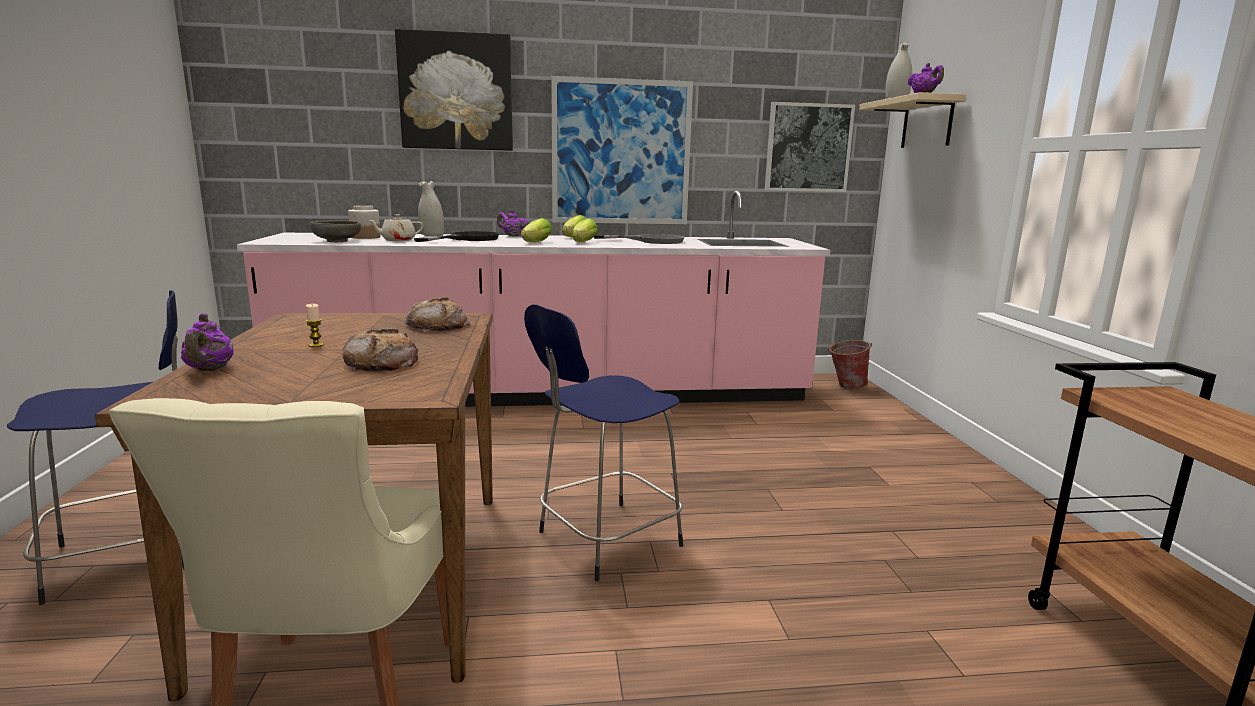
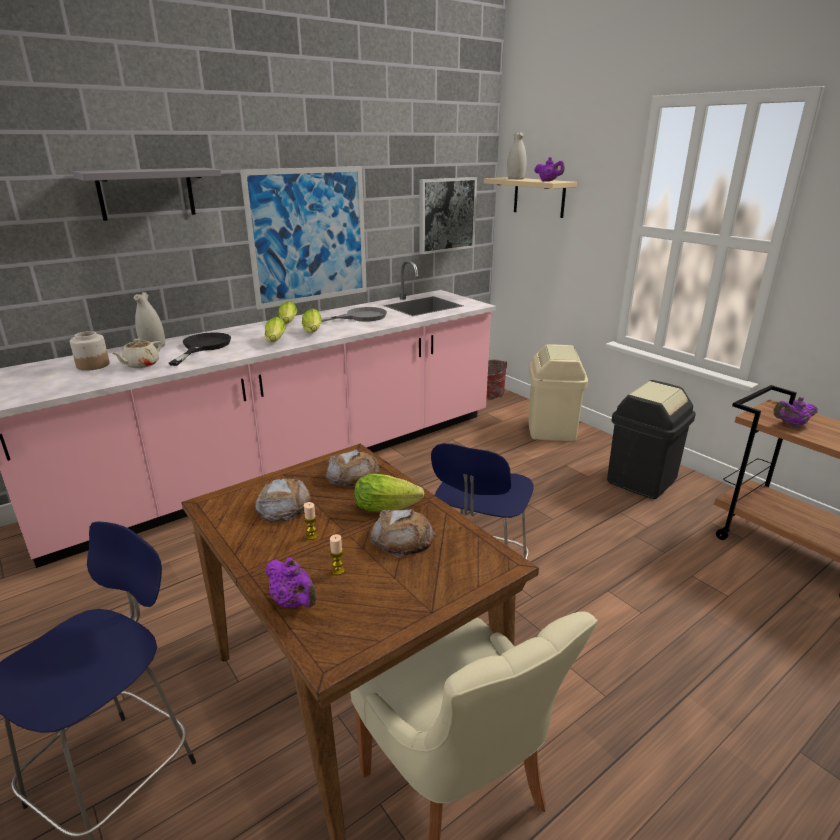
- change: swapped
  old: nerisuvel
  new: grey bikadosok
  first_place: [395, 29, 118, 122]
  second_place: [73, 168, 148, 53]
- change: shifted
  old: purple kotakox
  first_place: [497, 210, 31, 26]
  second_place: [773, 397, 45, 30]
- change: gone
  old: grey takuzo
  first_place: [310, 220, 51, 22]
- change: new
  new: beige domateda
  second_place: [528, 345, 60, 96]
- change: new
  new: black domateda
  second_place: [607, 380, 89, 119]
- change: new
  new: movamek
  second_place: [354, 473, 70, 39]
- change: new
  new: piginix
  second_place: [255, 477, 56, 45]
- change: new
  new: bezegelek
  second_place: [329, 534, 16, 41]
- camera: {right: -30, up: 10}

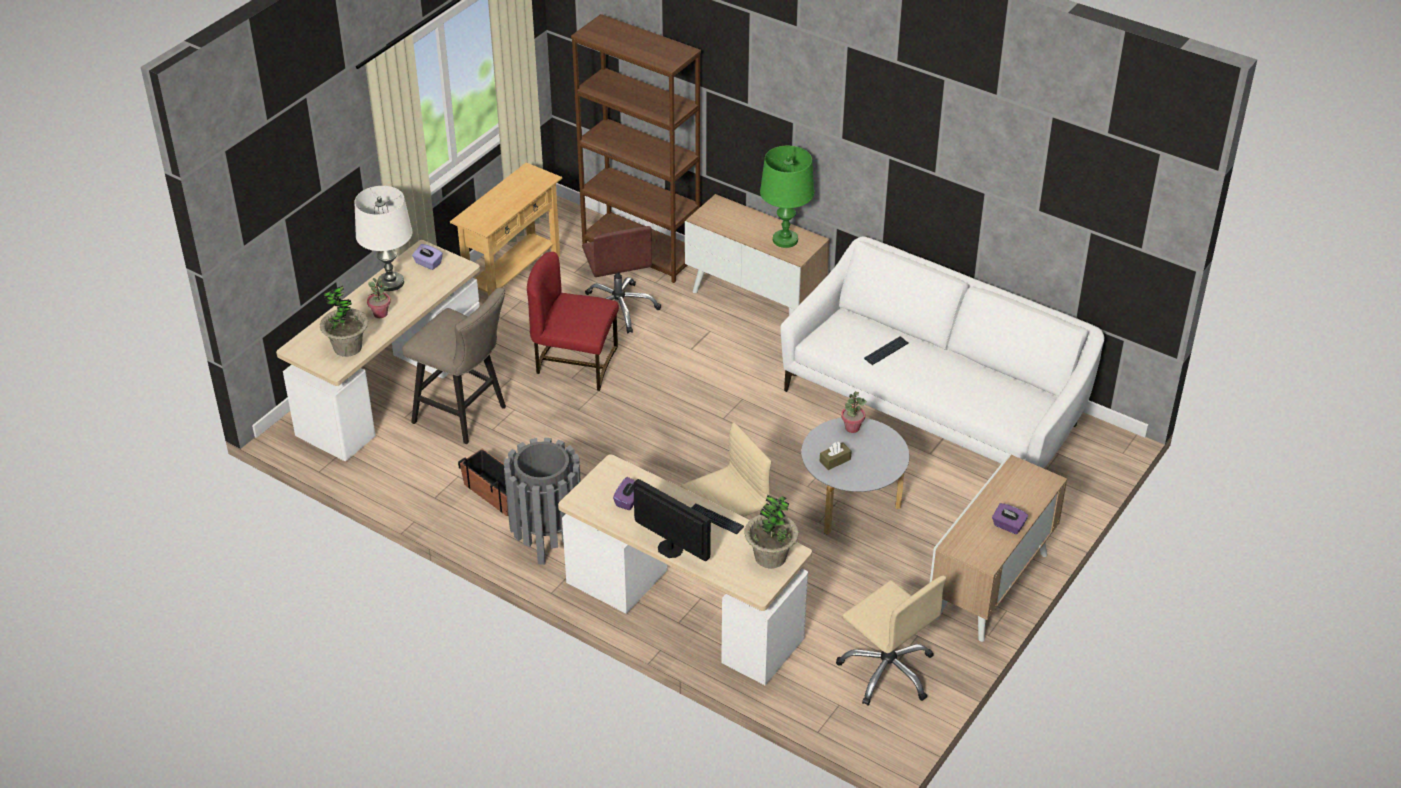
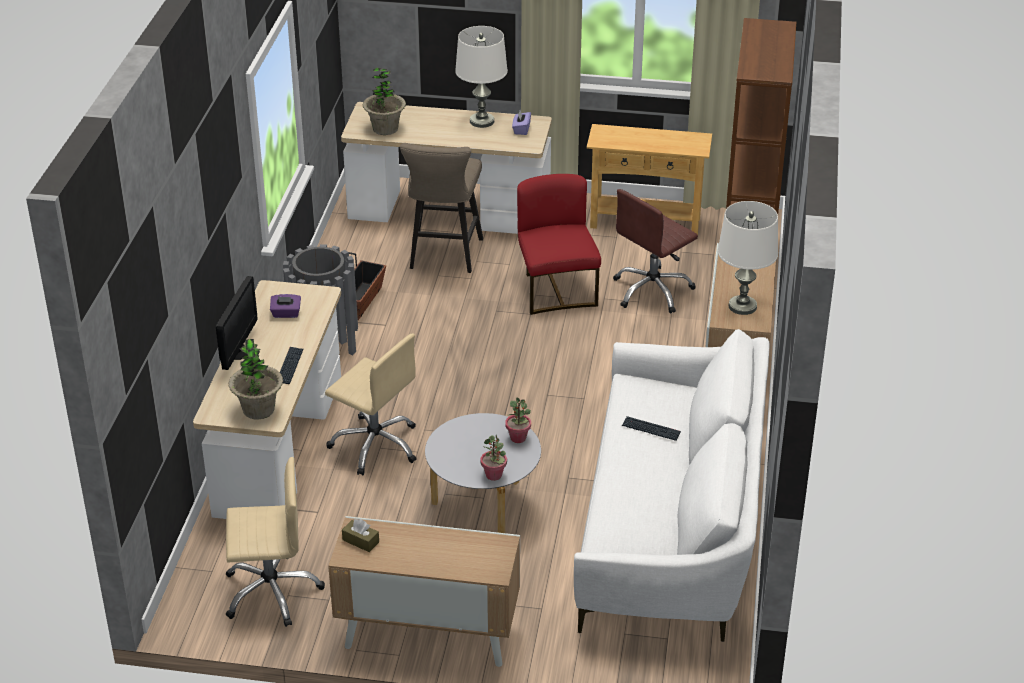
- change: repainted
  old: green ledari
  new: white ledari
  first_place: [760, 146, 54, 102]
  second_place: [718, 201, 60, 114]
- change: shifted
  old: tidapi
  first_place: [367, 278, 24, 40]
  second_place: [480, 435, 27, 46]
- change: shifted
  old: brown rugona
  first_place: [820, 442, 32, 28]
  second_place: [342, 519, 37, 33]
- change: gone
  old: purple rugona
  first_place: [992, 503, 36, 31]
- change: rotated
  old: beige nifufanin
  first_place: [836, 576, 110, 130]
  second_place: [226, 457, 99, 170]
  degrees: -120
- camera: {right: 65, up: -5}

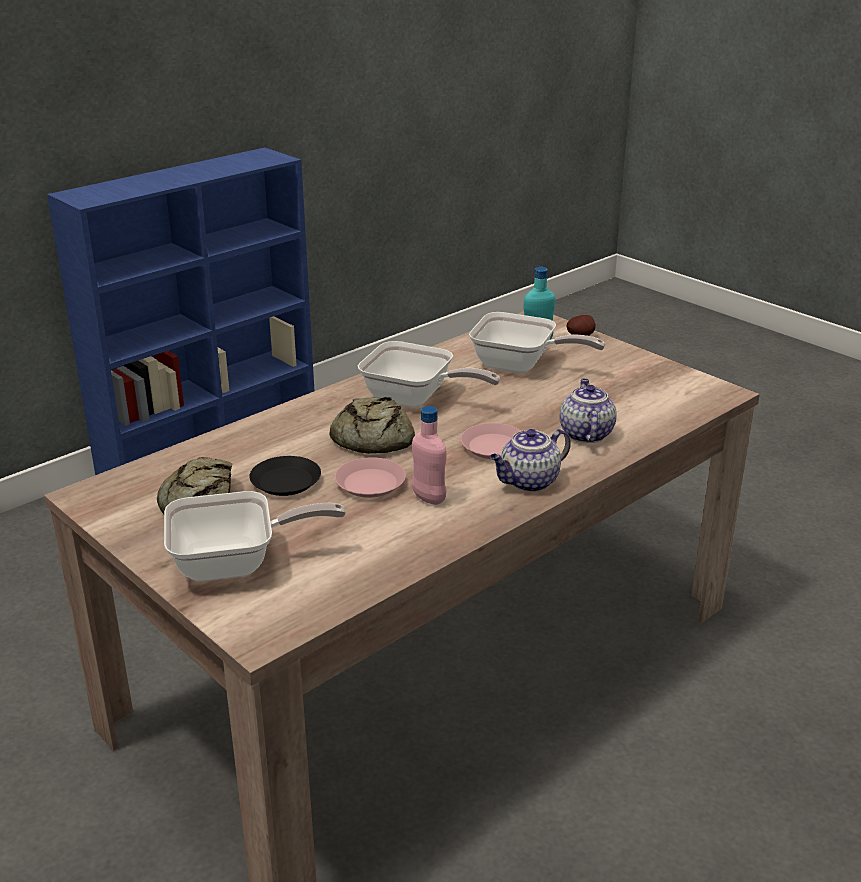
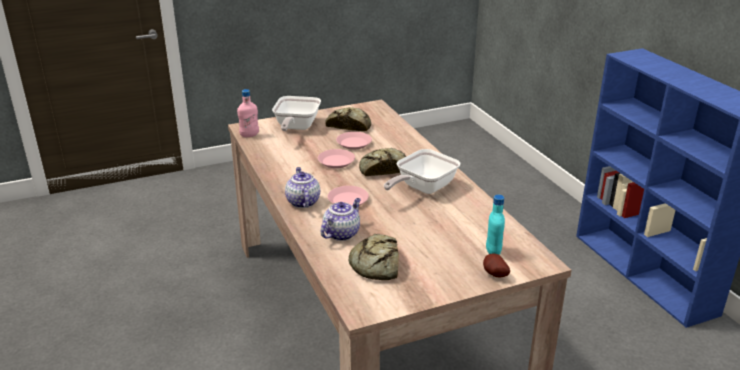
- change: gone
  old: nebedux
  first_place: [469, 312, 136, 61]
- change: rotated
  old: kotakox
  first_place: [560, 379, 57, 64]
  second_place: [321, 198, 40, 43]
  degrees: -75
- change: shifted
  old: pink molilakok
  first_place: [412, 406, 35, 99]
  second_place: [237, 89, 22, 48]
- change: repainted
  old: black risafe
  new: pink risafe
  first_place: [249, 456, 72, 40]
  second_place: [336, 132, 36, 17]
- change: new
  new: piginix
  second_place: [349, 234, 50, 46]
- camera: {right: 110, up: 0}

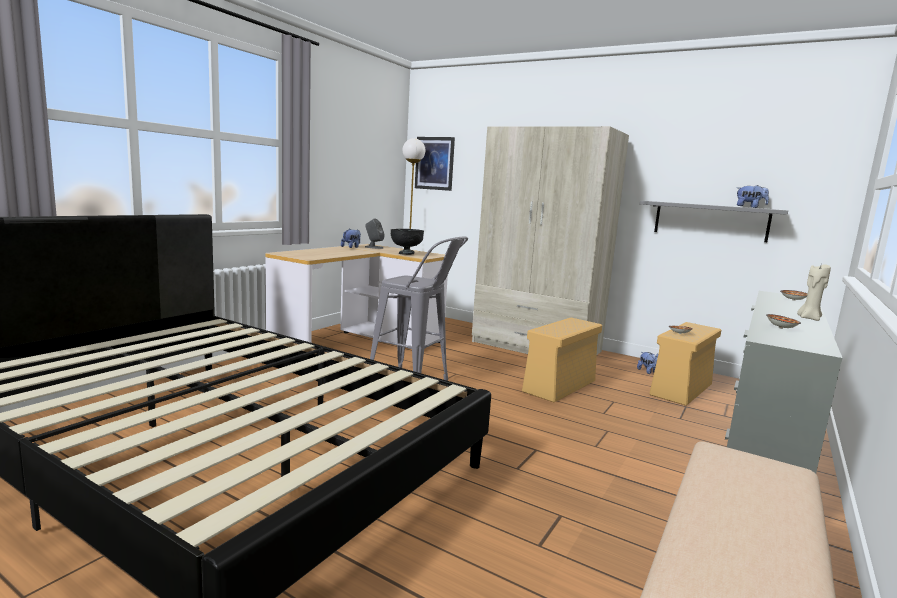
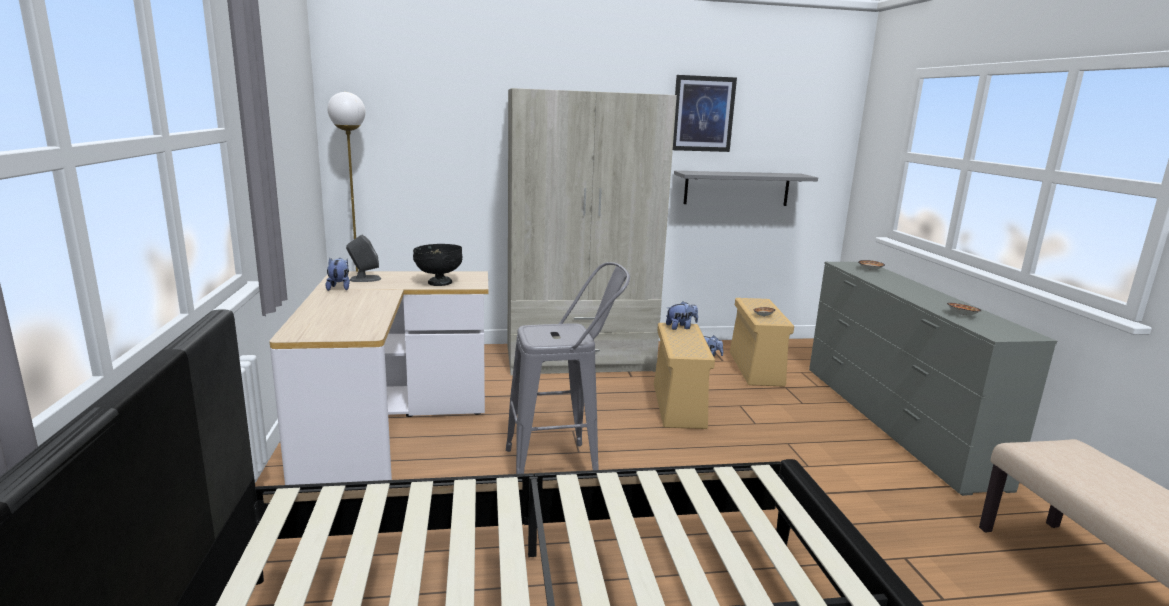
- change: shifted
  old: nerisuvel
  first_place: [415, 137, 40, 54]
  second_place: [673, 75, 64, 77]
- change: shifted
  old: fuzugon
  first_place: [737, 185, 32, 23]
  second_place: [666, 301, 32, 29]
- change: gone
  old: beige bezegelek
  first_place: [797, 264, 34, 57]
- camera: {right: -40, up: 5}

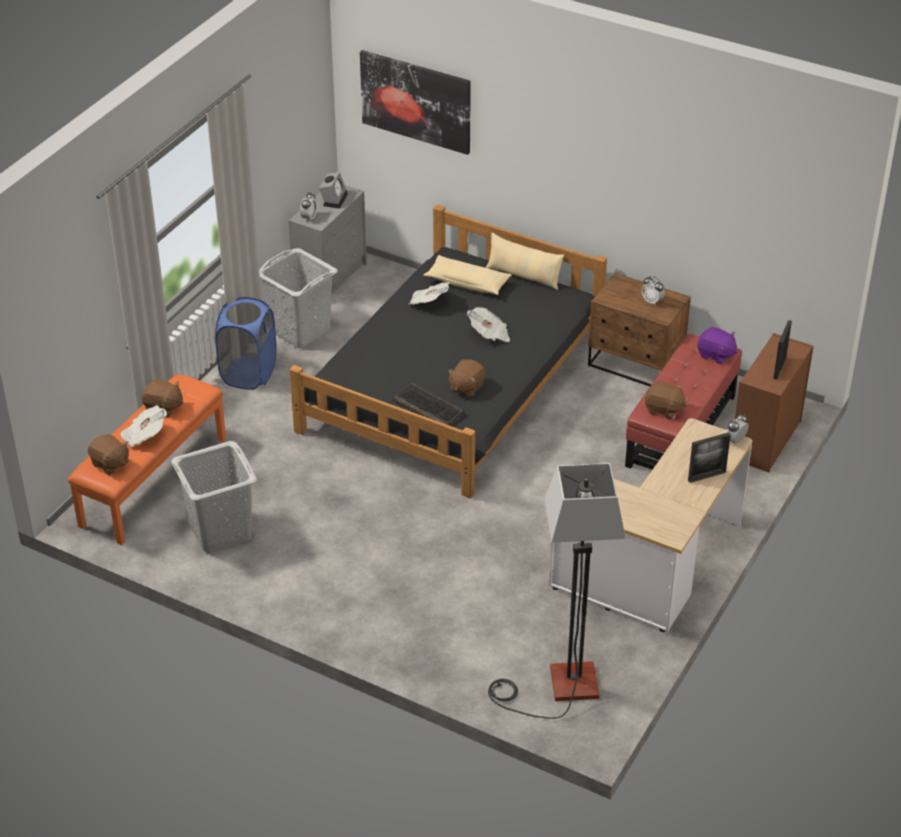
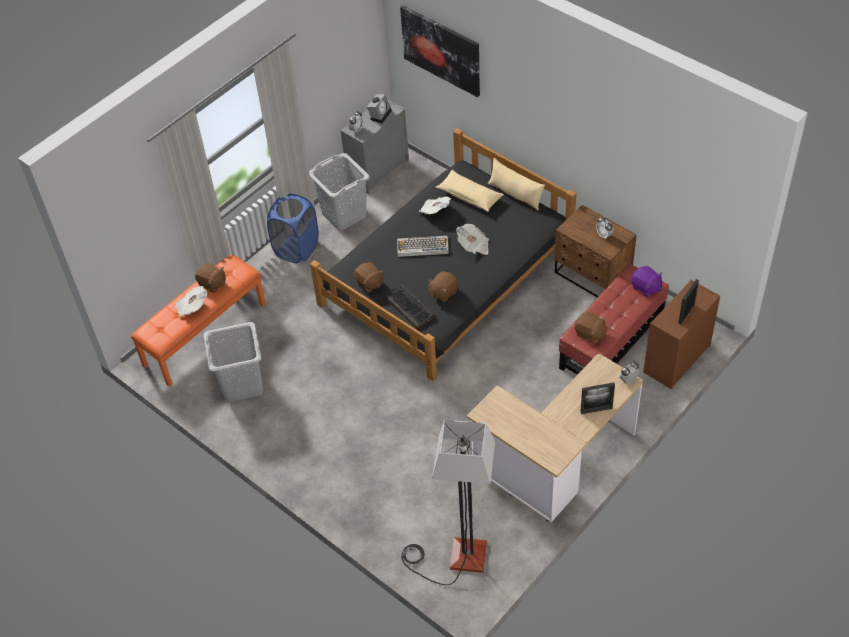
- change: shifted
  old: brown fuzugon
  first_place: [88, 434, 41, 41]
  second_place: [354, 262, 29, 31]
- change: new
  new: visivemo
  second_place: [397, 236, 52, 21]
- camera: {right: 15, up: 10}

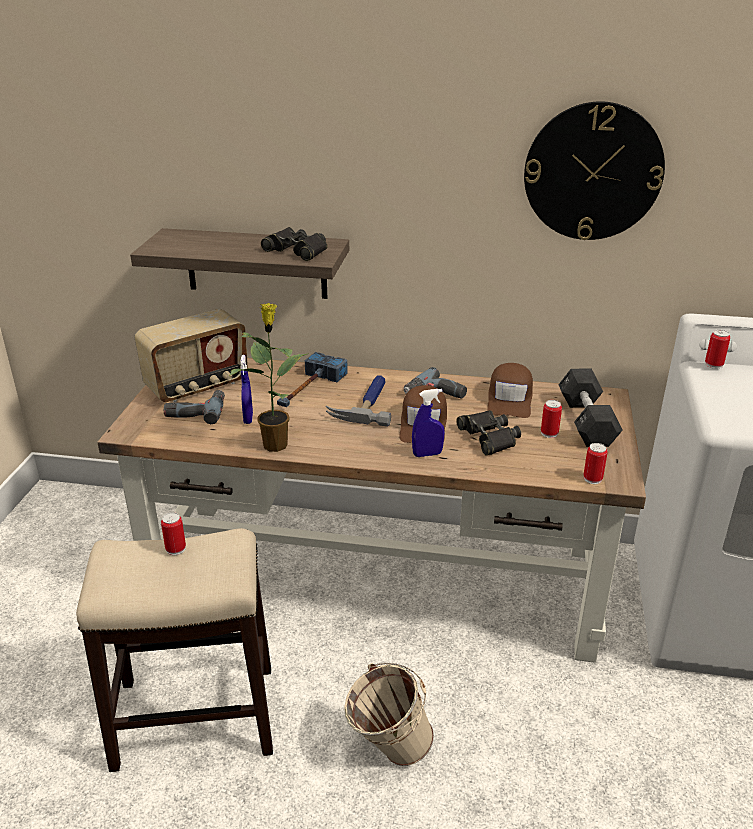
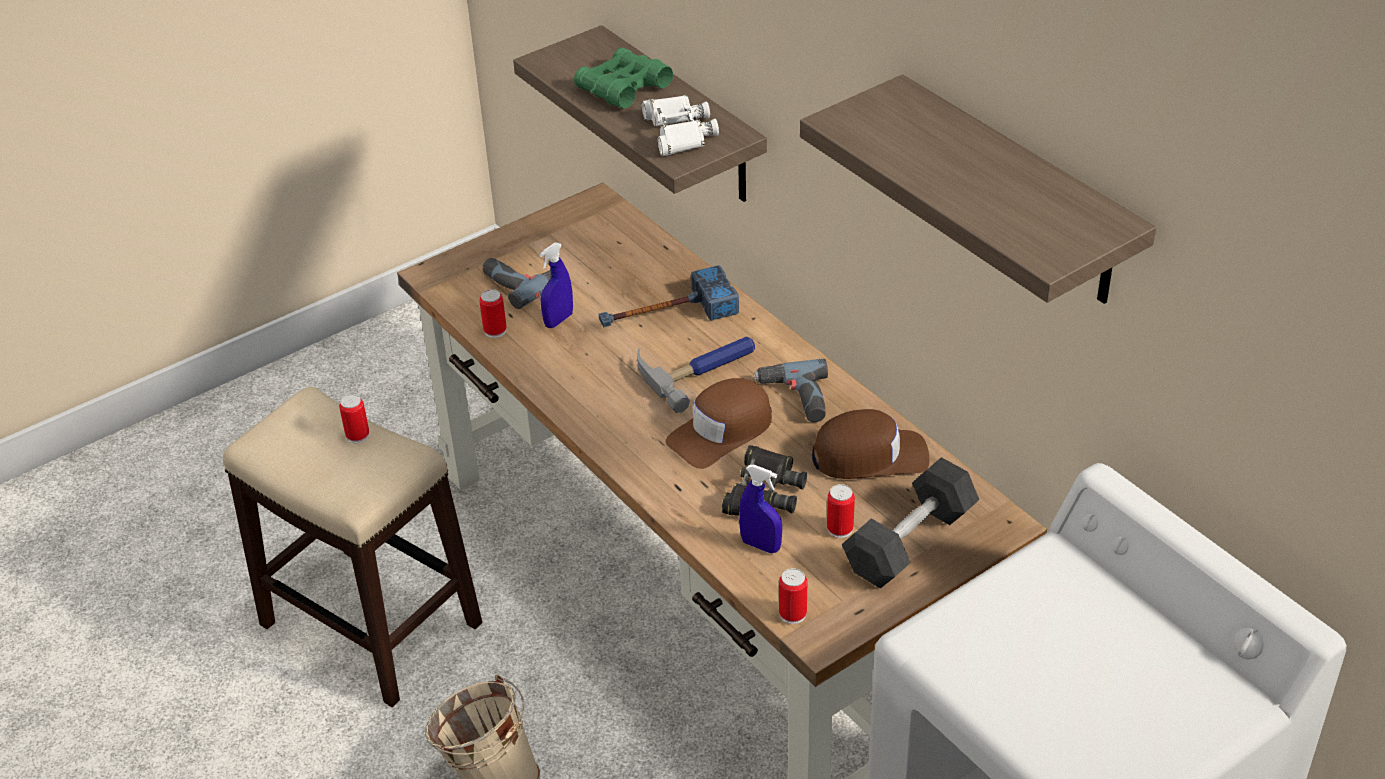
- change: swapped
  old: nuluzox
  new: bikadosok
  first_place: [524, 101, 141, 139]
  second_place: [800, 74, 356, 230]
- change: repainted
  old: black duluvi
  new: white duluvi
  first_place: [261, 227, 66, 34]
  second_place: [642, 95, 77, 61]
- change: gone
  old: tidapi
  first_place: [229, 303, 80, 149]
- change: gone
  old: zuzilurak
  first_place: [134, 309, 114, 93]
- change: shifted
  old: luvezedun
  first_place: [705, 330, 25, 39]
  second_place: [479, 289, 28, 49]
- change: rotated
  old: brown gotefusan
  first_place: [487, 363, 46, 55]
  second_place: [812, 409, 117, 70]
  degrees: -150
- change: shifted
  old: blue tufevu
  first_place: [412, 389, 33, 68]
  second_place: [739, 465, 43, 88]
- change: new
  new: green duluvi
  second_place: [574, 47, 99, 61]
- camera: {right: 45, up: 10}

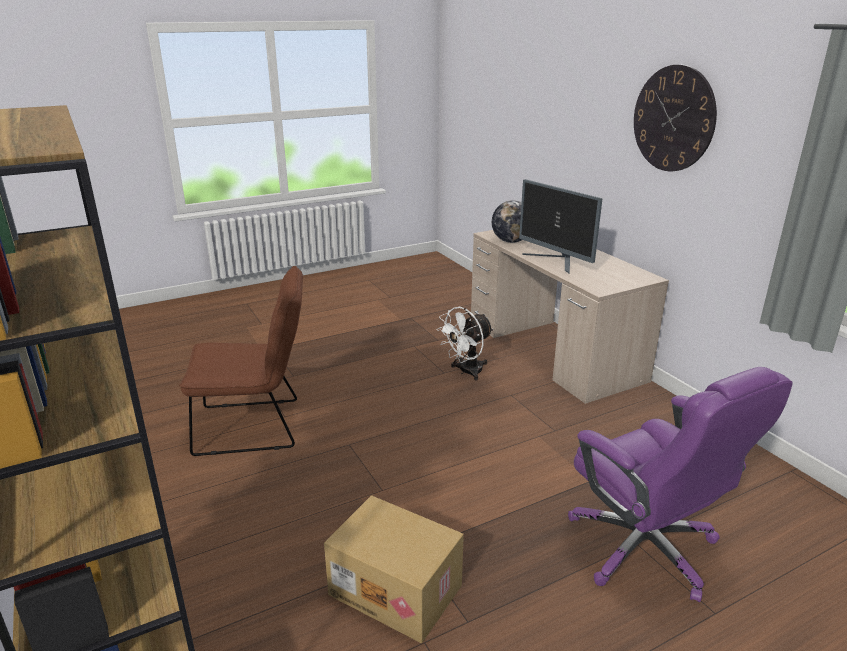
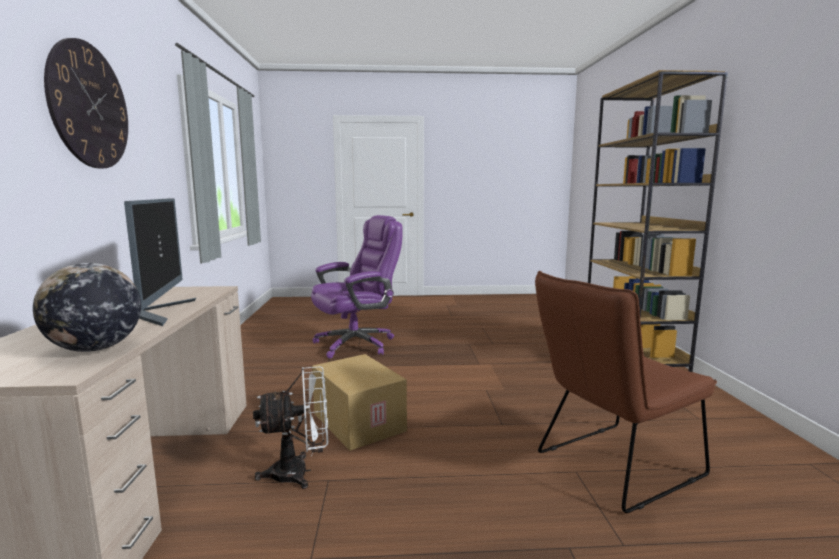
- change: rotated
  old: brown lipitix
  first_place: [179, 266, 124, 190]
  second_place: [535, 271, 182, 242]
  degrees: -45
- change: rotated
  old: purple nifufanin
  first_place: [568, 367, 225, 235]
  second_place: [311, 215, 92, 143]
  degrees: 60
- change: shifted
  old: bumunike
  first_place: [324, 495, 140, 148]
  second_place: [312, 354, 95, 97]
- camera: {right: -155, up: -15}

